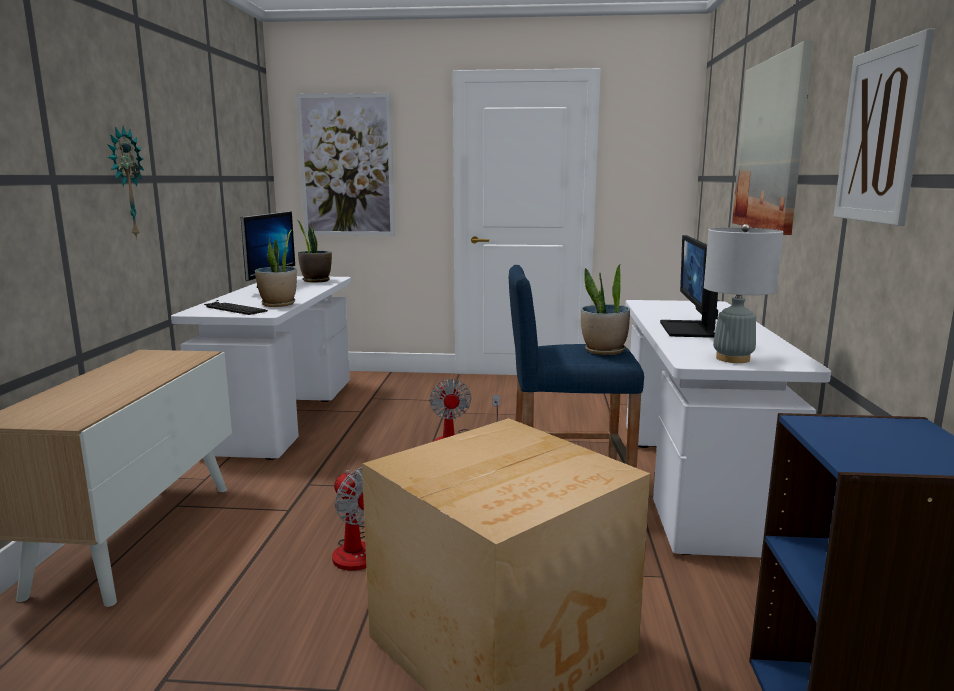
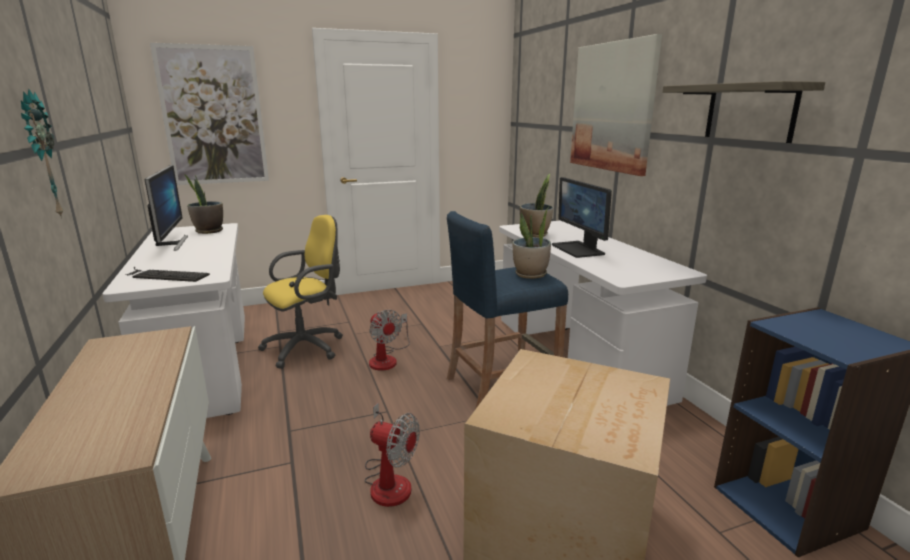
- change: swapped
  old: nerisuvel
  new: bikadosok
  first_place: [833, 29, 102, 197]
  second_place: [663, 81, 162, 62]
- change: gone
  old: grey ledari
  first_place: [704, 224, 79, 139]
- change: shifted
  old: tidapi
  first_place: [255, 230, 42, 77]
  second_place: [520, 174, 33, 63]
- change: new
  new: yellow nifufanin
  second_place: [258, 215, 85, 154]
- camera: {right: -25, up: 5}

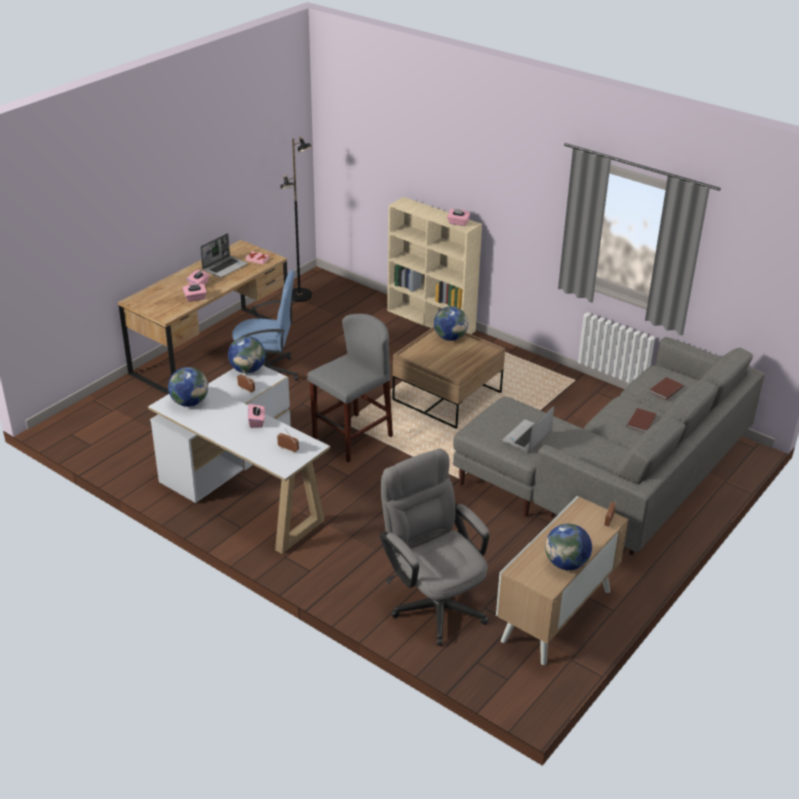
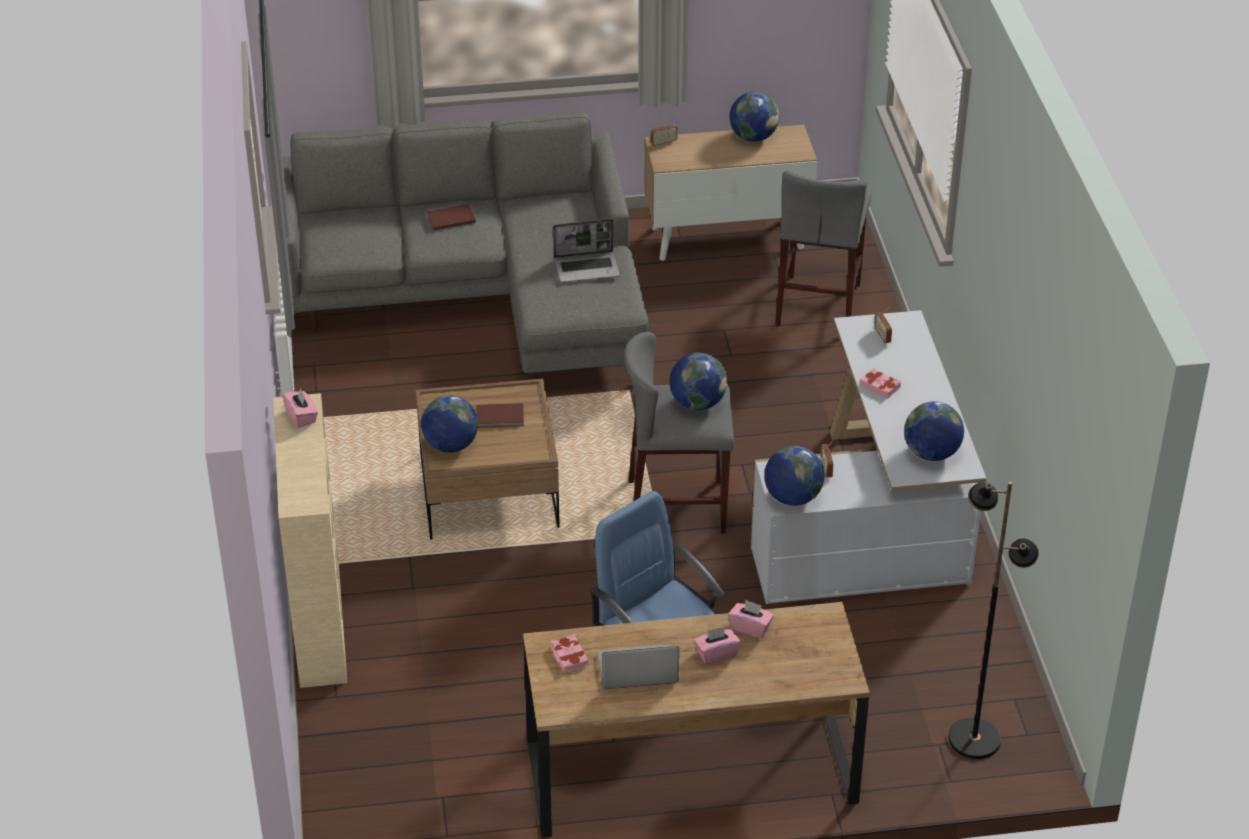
- change: shifted
  old: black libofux
  first_place: [281, 136, 31, 166]
  second_place: [949, 482, 90, 277]
- change: shifted
  old: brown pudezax
  first_place: [649, 377, 35, 23]
  second_place: [476, 403, 48, 25]
- change: swapped
  old: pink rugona
  new: pink pudezax
  first_place: [248, 404, 17, 24]
  second_place: [860, 368, 41, 31]
- change: swapped
  old: grey nifufanin
  new: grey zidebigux
  first_place: [380, 448, 109, 198]
  second_place: [776, 171, 95, 155]
- change: new
  new: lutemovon
  second_place: [670, 353, 57, 57]
- camera: {right: -135, up: 5}

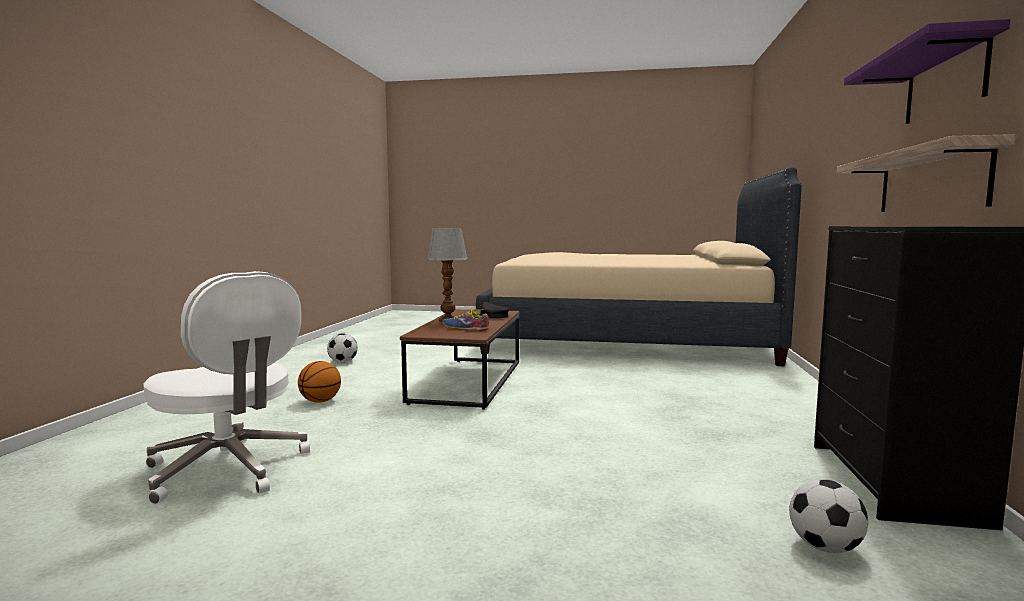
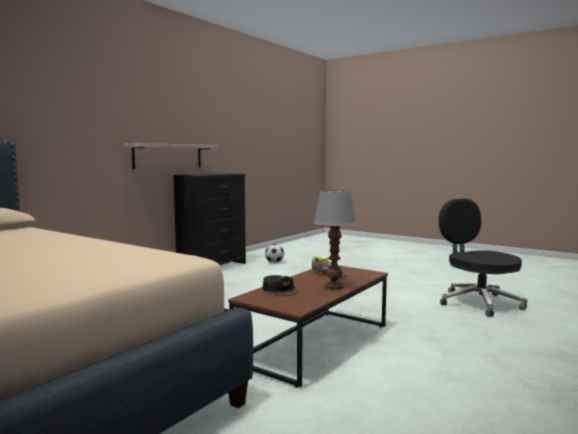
- change: gone
  old: purple bikadosok
  first_place: [844, 19, 166, 105]
- change: repainted
  old: white nifufanin
  new: black nifufanin
  first_place: [143, 271, 167, 233]
  second_place: [439, 199, 88, 118]
- change: gone
  old: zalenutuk
  first_place: [327, 333, 31, 30]
- change: gone
  old: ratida
  first_place: [298, 361, 43, 42]
- camera: {right: -155, up: 0}

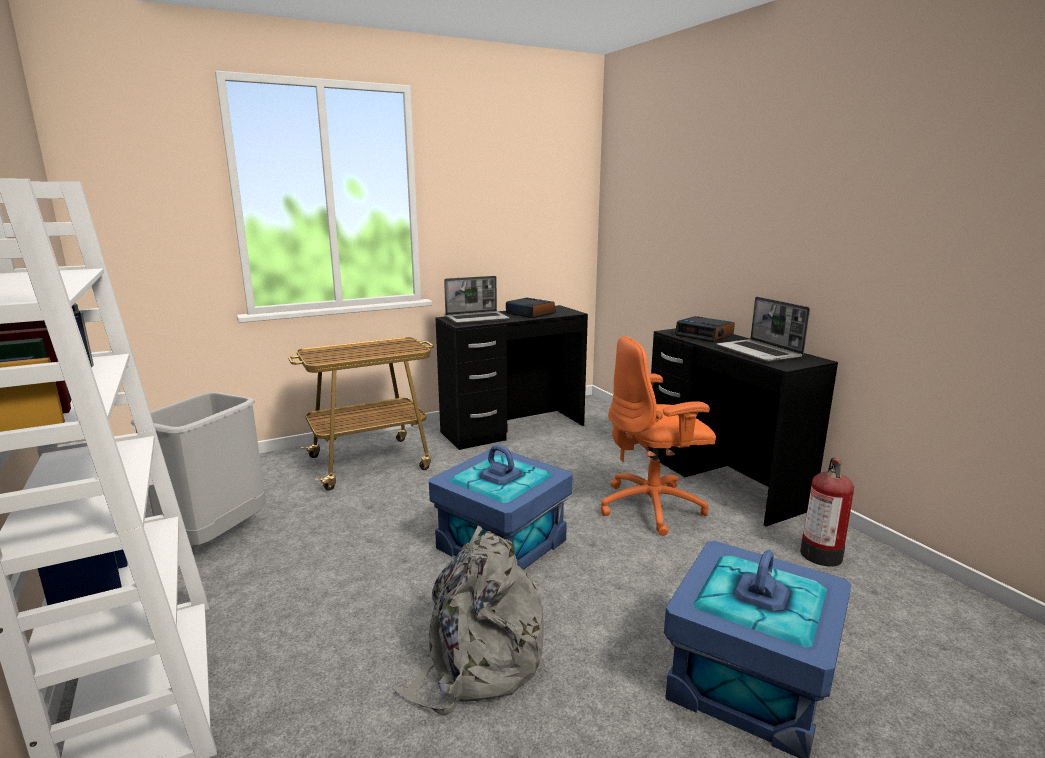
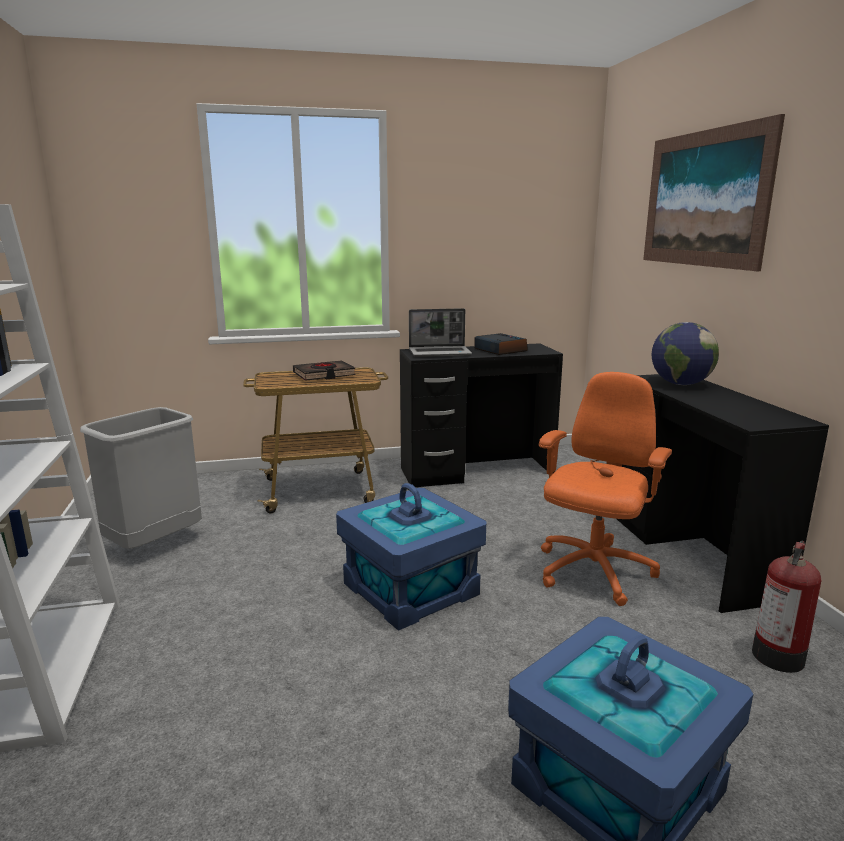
- change: gone
  old: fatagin
  first_place: [716, 297, 94, 65]
- change: swapped
  old: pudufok
  new: lutemovon
  first_place: [675, 316, 60, 26]
  second_place: [652, 322, 67, 63]
- change: rotated
  old: orange nifufanin
  first_place: [601, 336, 115, 200]
  second_place: [539, 372, 133, 234]
  degrees: 120
- change: gone
  old: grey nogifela
  first_place: [395, 525, 150, 190]
- change: new
  new: nerisuvel
  second_place: [643, 114, 142, 157]
- change: new
  new: black pudezax
  second_place: [293, 360, 63, 21]
- camera: {right: 15, up: 0}

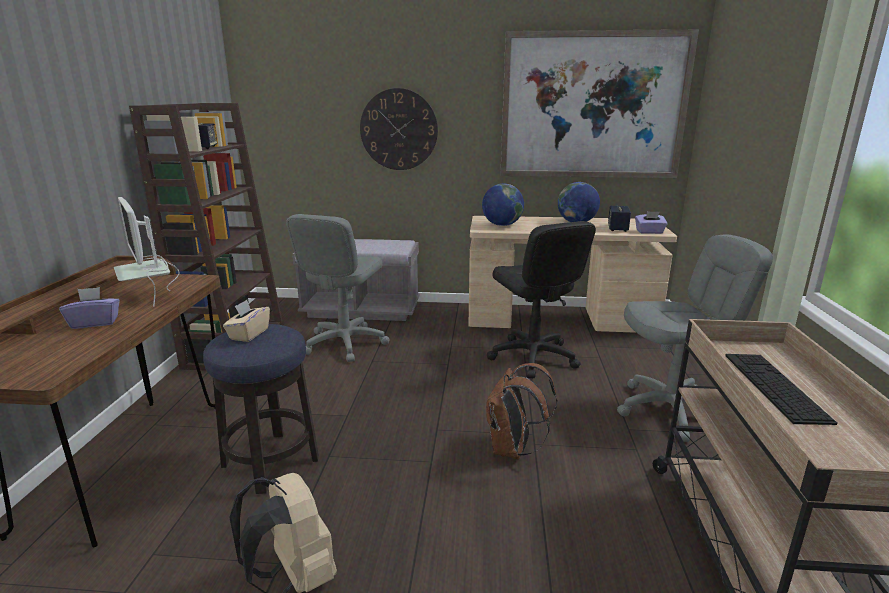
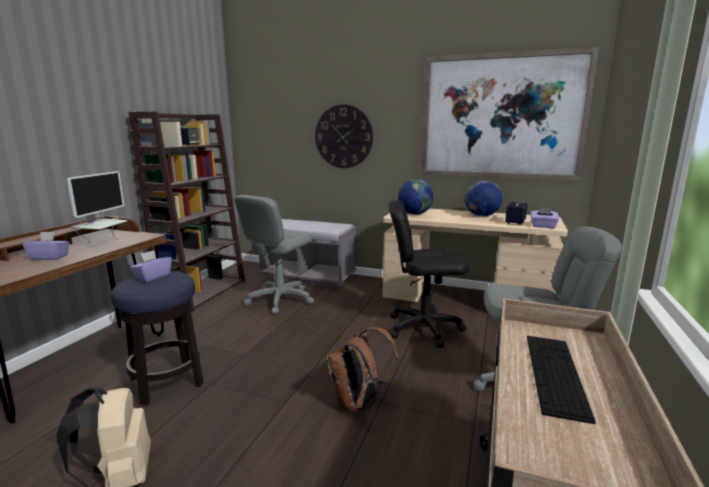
- change: rotated
  old: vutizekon
  first_place: [114, 197, 66, 109]
  second_place: [67, 171, 61, 73]
  degrees: -150
- change: rotated
  old: black nifufanin
  first_place: [487, 221, 109, 157]
  second_place: [388, 200, 81, 148]
  degrees: 105
- change: repainted
  old: beige rugona
  new: purple rugona
  first_place: [223, 300, 47, 42]
  second_place: [130, 250, 42, 32]
- camera: {right: 15, up: -5}

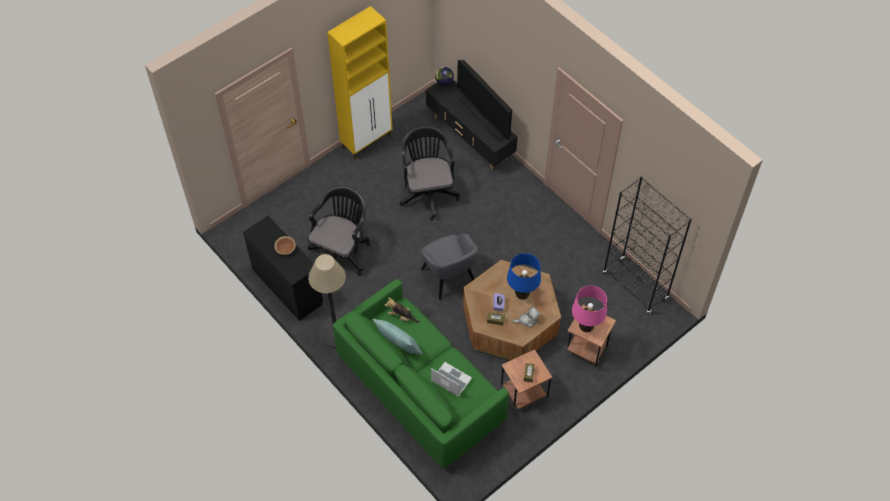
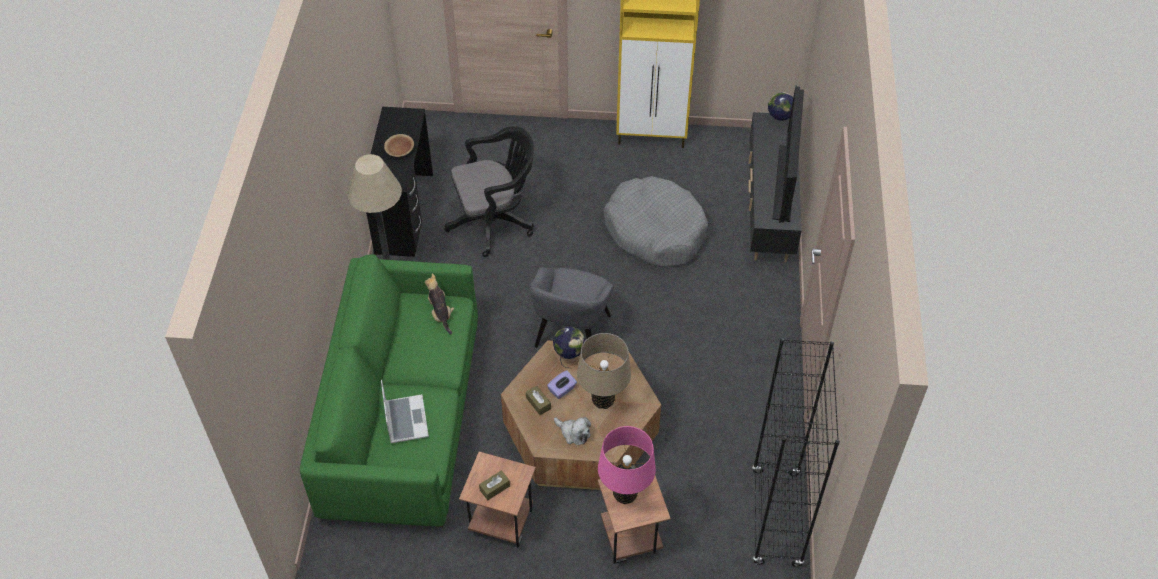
- change: swapped
  old: black nifufanin
  new: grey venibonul
  first_place: [400, 125, 60, 95]
  second_place: [604, 176, 104, 91]
- change: repainted
  old: blue ledari
  new: beige ledari
  first_place: [507, 253, 34, 47]
  second_place: [577, 333, 54, 76]
- change: gone
  old: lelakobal
  first_place: [373, 319, 50, 36]
- change: new
  new: lutemovon
  second_place: [553, 326, 32, 42]
- camera: {right: 45, up: -5}

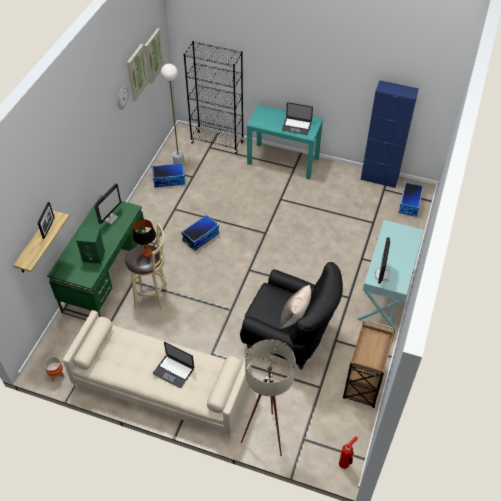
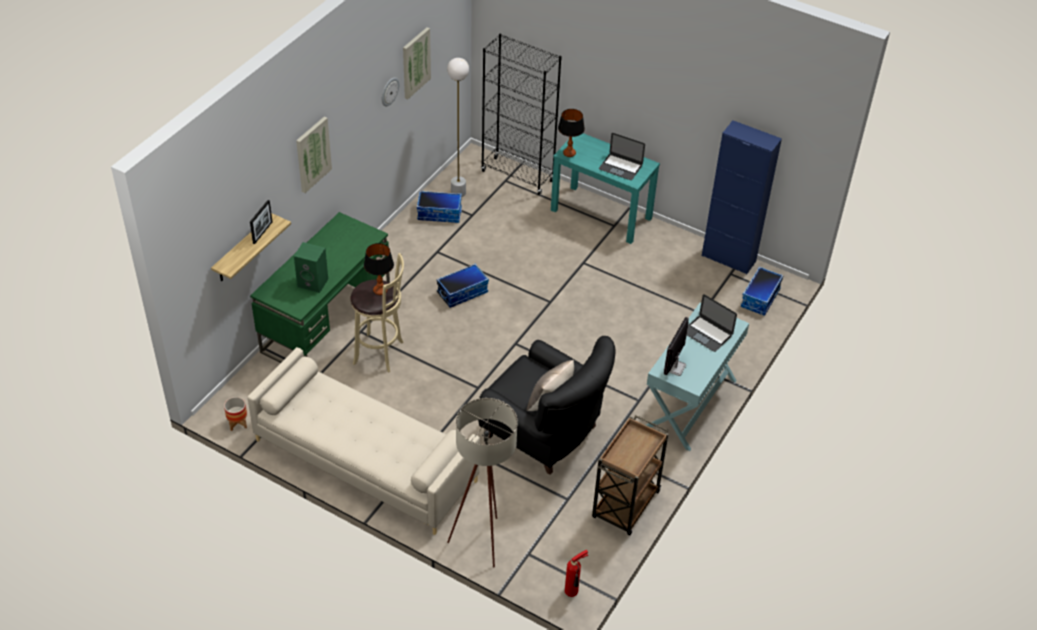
- change: shifted
  old: nerisuvel
  first_place: [144, 28, 20, 56]
  second_place: [296, 117, 36, 76]
- change: gone
  old: vutizekon
  first_place: [94, 183, 27, 42]
- change: shifted
  old: fatagin
  first_place: [153, 342, 41, 46]
  second_place: [687, 294, 50, 58]
- change: new
  new: ledari
  second_place: [558, 109, 27, 48]
- camera: {right: 10, up: -5}

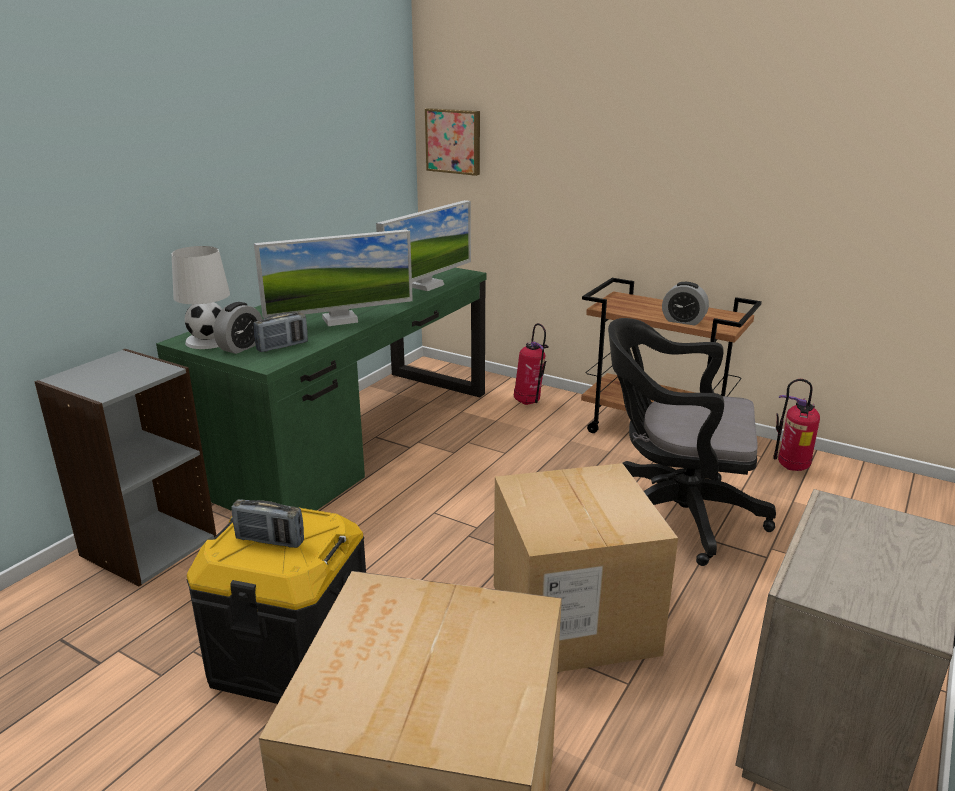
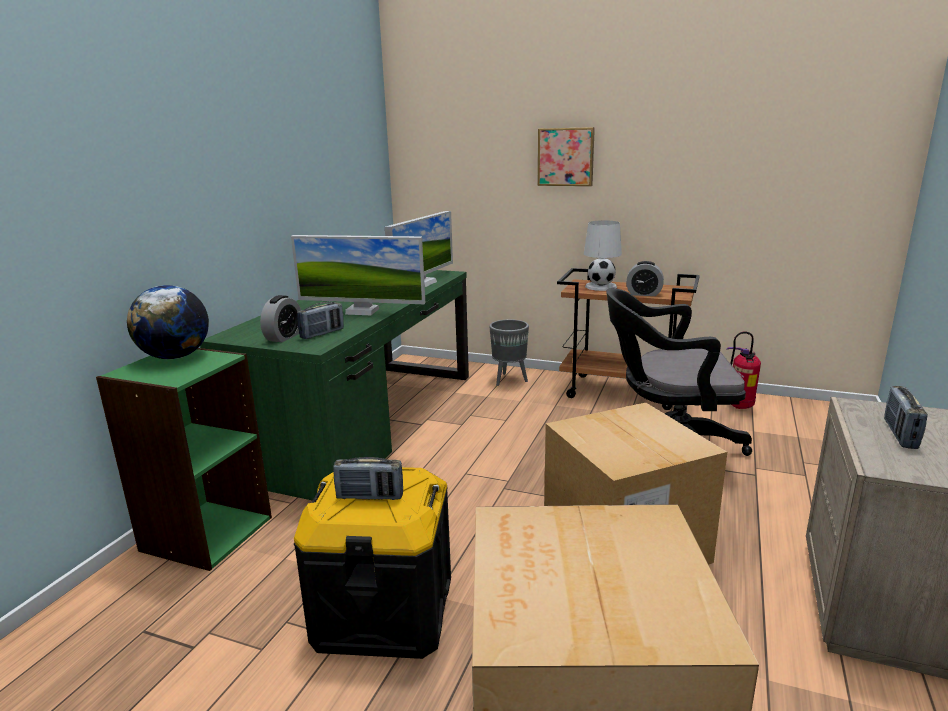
- change: shifted
  old: nerisuvel
  first_place: [425, 108, 55, 68]
  second_place: [538, 127, 57, 59]
- change: rotated
  old: vutizekon
  first_place: [254, 229, 159, 97]
  second_place: [291, 235, 134, 80]
  degrees: 45
- change: shifted
  old: white ledari
  first_place: [171, 246, 59, 103]
  second_place: [584, 220, 38, 71]
- change: swapped
  old: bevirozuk
  new: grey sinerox
  first_place: [514, 323, 35, 82]
  second_place: [489, 319, 40, 67]
- change: repainted
  old: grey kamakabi
  new: green kamakabi
  first_place: [34, 349, 182, 237]
  second_place: [96, 348, 176, 223]
- change: new
  new: lutemovon
  second_place: [127, 285, 82, 74]
- change: new
  new: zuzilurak
  second_place: [884, 386, 44, 63]
- camera: {right: -10, up: -5}

